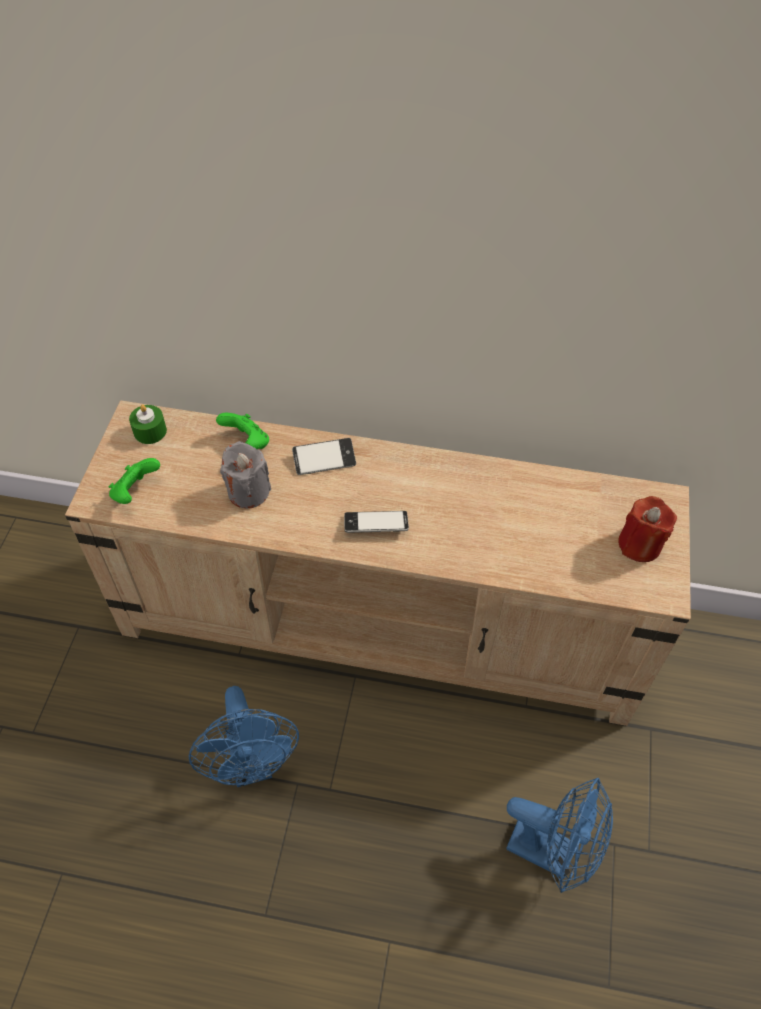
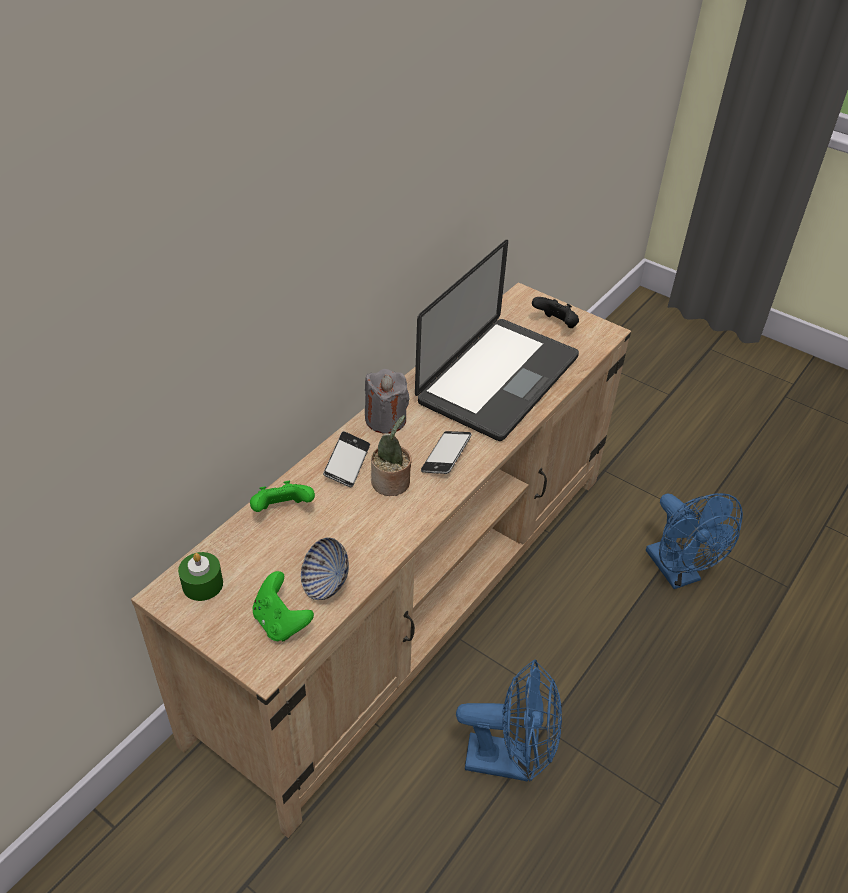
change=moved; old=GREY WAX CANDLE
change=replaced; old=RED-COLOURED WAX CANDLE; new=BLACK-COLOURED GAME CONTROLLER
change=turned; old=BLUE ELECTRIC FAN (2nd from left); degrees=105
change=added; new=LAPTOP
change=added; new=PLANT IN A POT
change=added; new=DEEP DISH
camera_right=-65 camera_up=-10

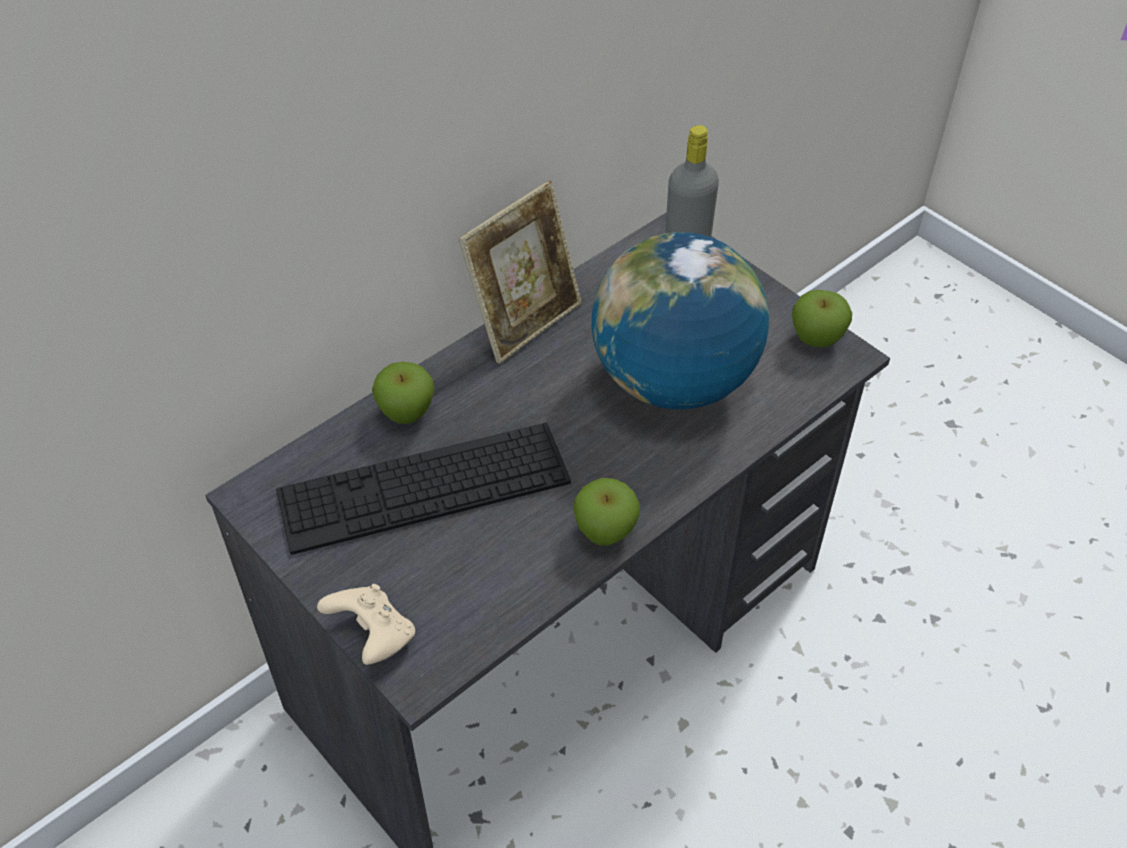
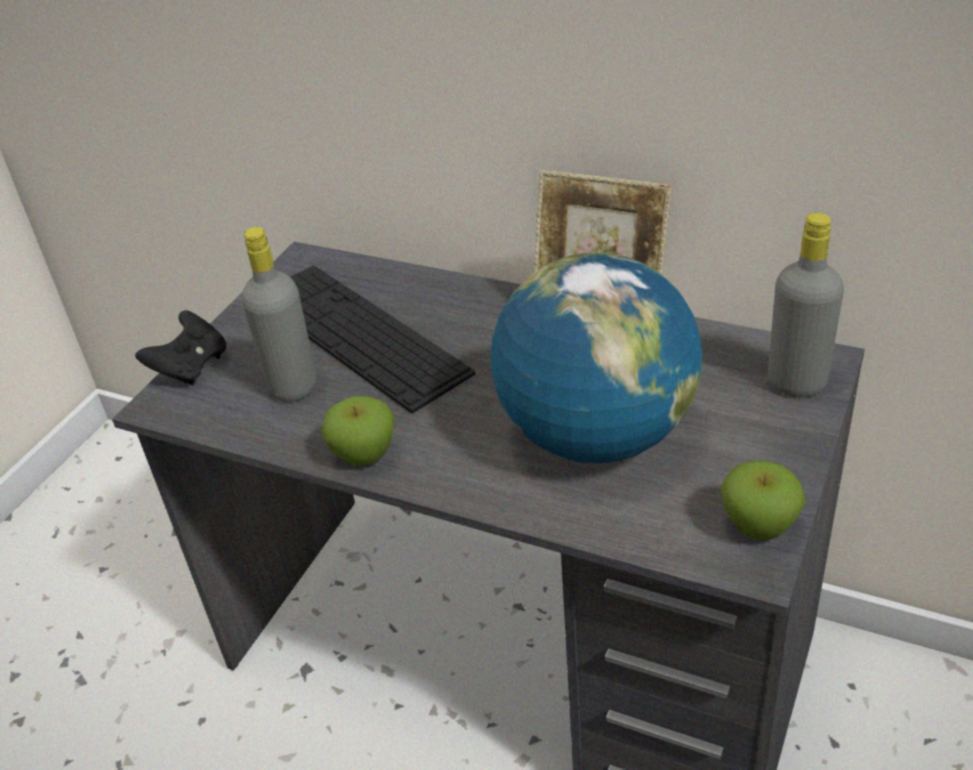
change=removed; old=WHOLE APPLE (1st from left)
change=recoloured; old=BEIGE-COLOURED GAME CONTROLLER; new=BLACK-COLOURED GAME CONTROLLER
change=added; new=GREY BEVERAGE BOTTLE (1st from left)
camera_right=70 camera_up=-10

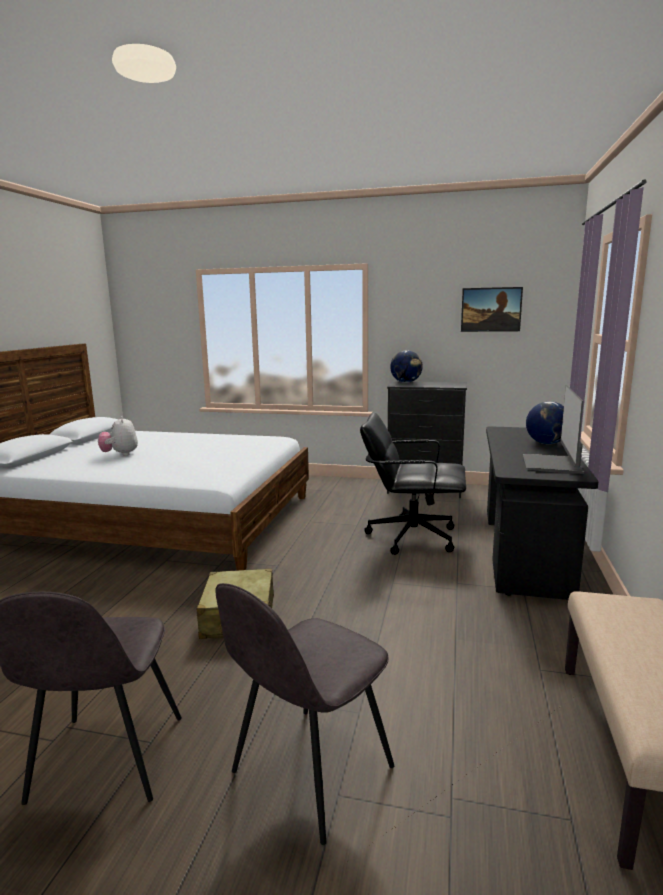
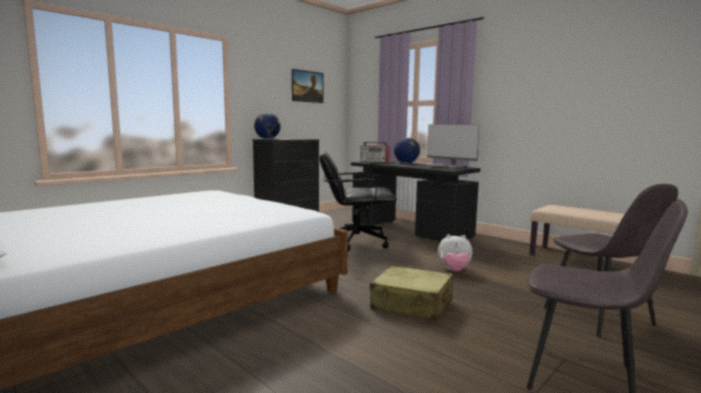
change=turned; old=BLACK-COLOURED COMPUTER CHAIR; degrees=45
change=moved; old=SOFT TOY
change=added; new=RADIO
camera_right=-60 camera_up=-5

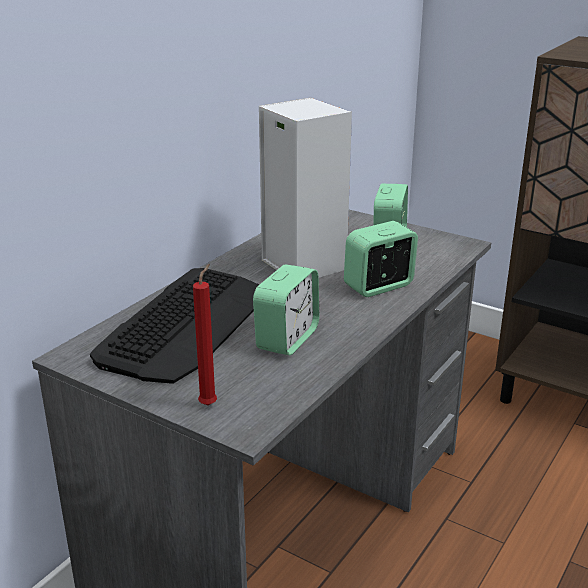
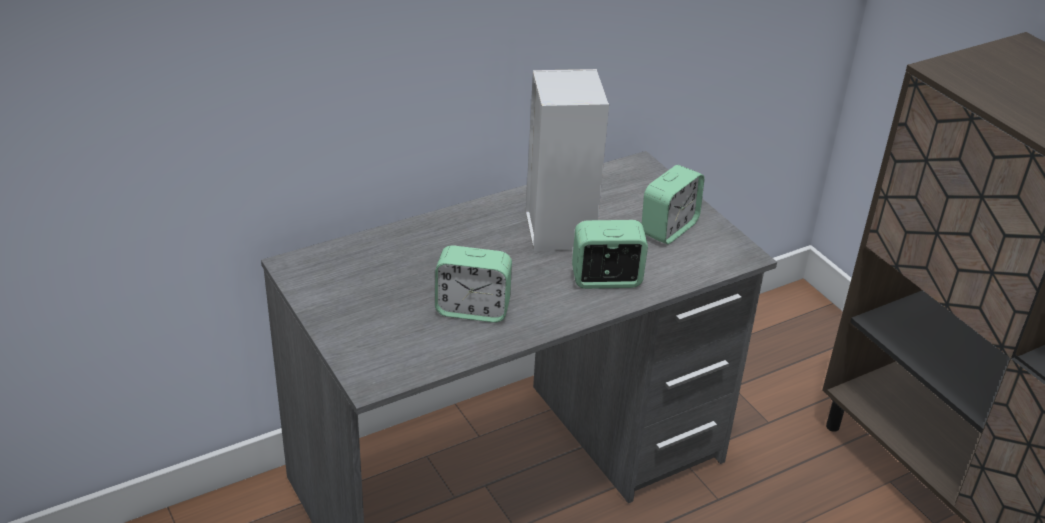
change=removed; old=RED-COLOURED WAX CANDLE
change=turned; old=TABLE CLOCK (1st from left); degrees=45
change=removed; old=PC KEYBOARD
camera_right=25 camera_up=10

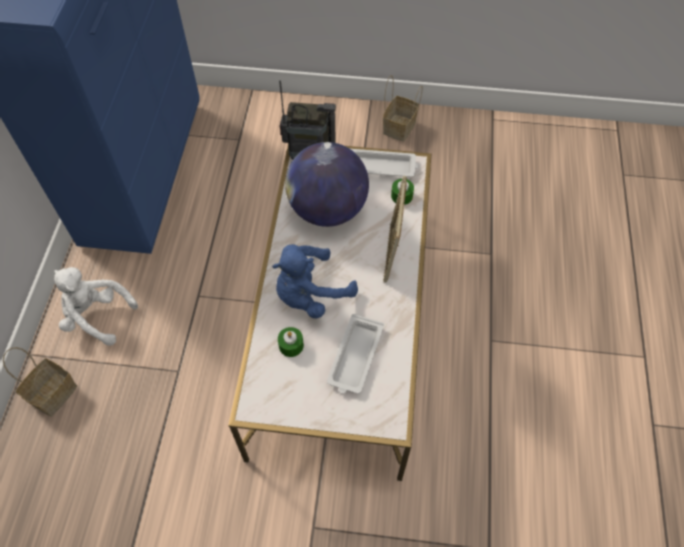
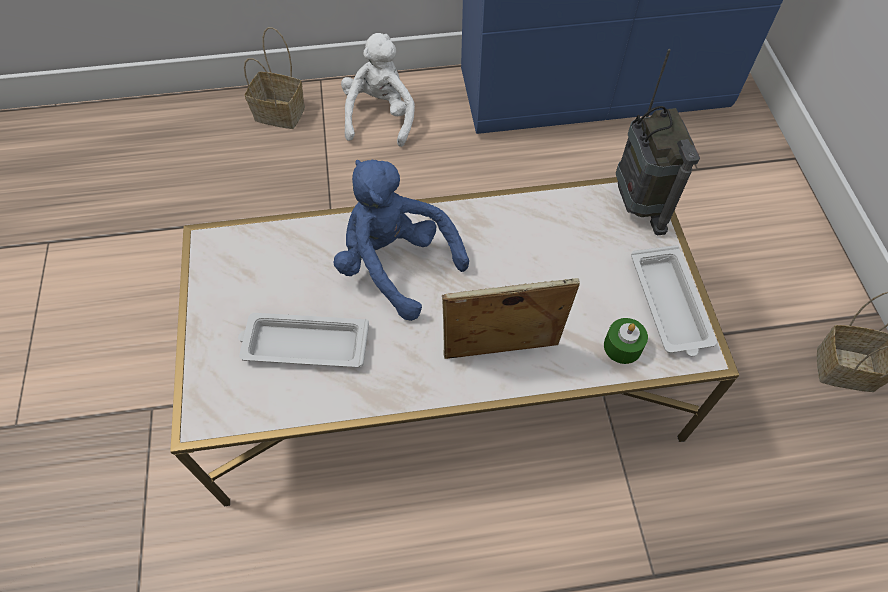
change=removed; old=WORLD GLOBE
change=removed; old=GREEN-COLOURED WAX CANDLE (1st from left)
camera_right=75 camera_up=0

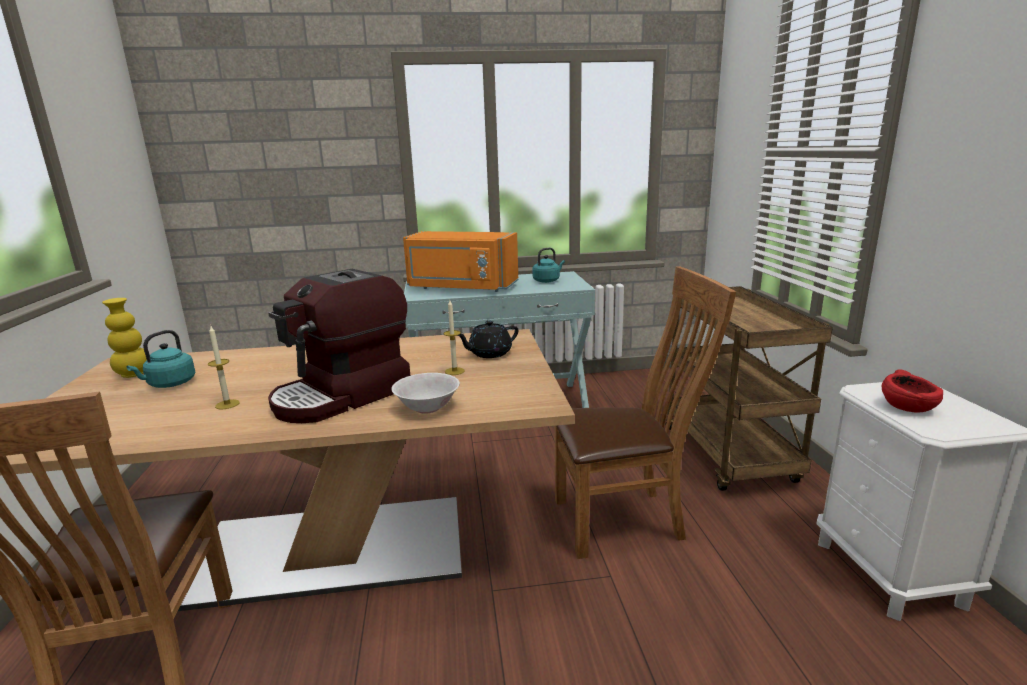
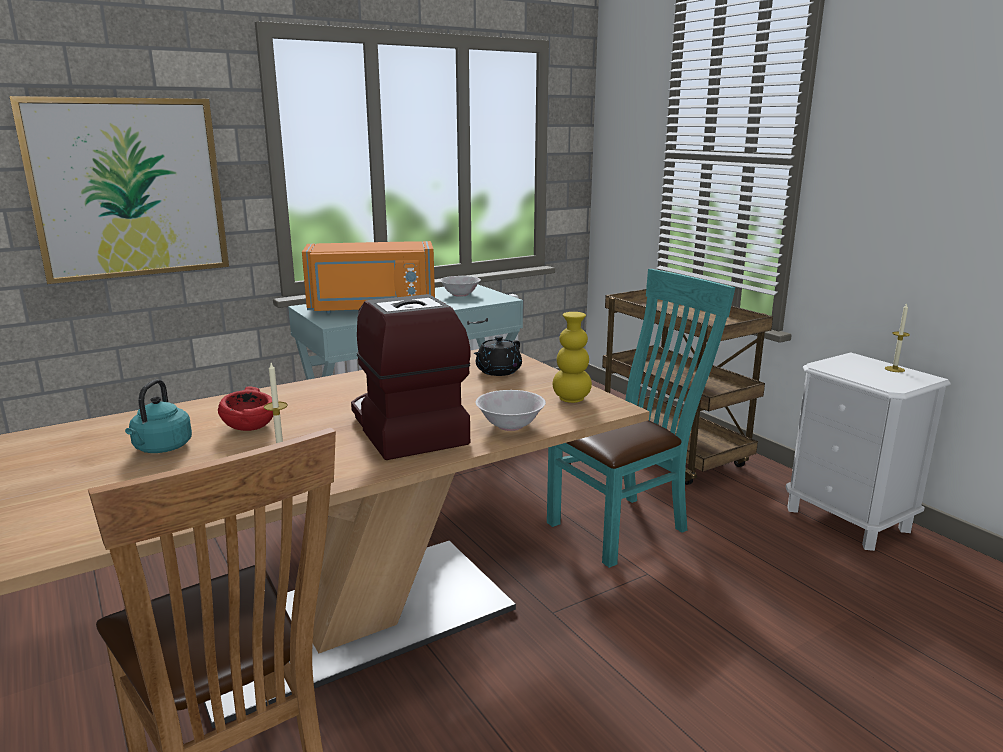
change=replaced; old=BLUE-GREEN TEA KETTLE (2nd from left); new=WHITE-COLOURED DEEP DISH (1st from left)
change=recoloured; old=BROWNISH CHAIR (2nd from left); new=BLUE-GREEN CHAIR
change=turned; old=COFFEE MAKER; degrees=135
change=moved; old=YELLOW-COLOURED DECORATIVE VASE
change=moved; old=WAX CANDLE (2nd from left)
change=moved; old=RED-COLOURED DEEP DISH
change=added; new=WALL PICTURE
camera_right=-25 camera_up=0

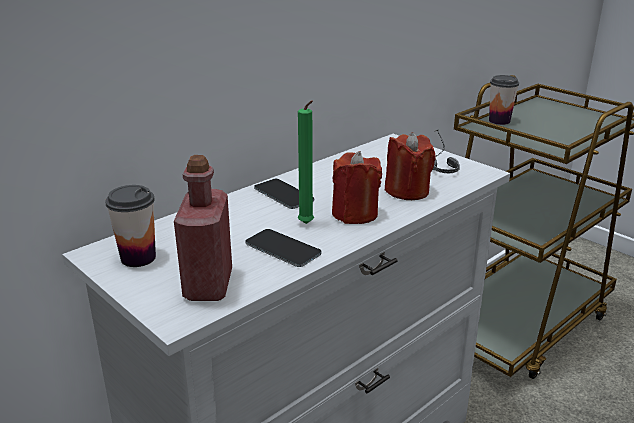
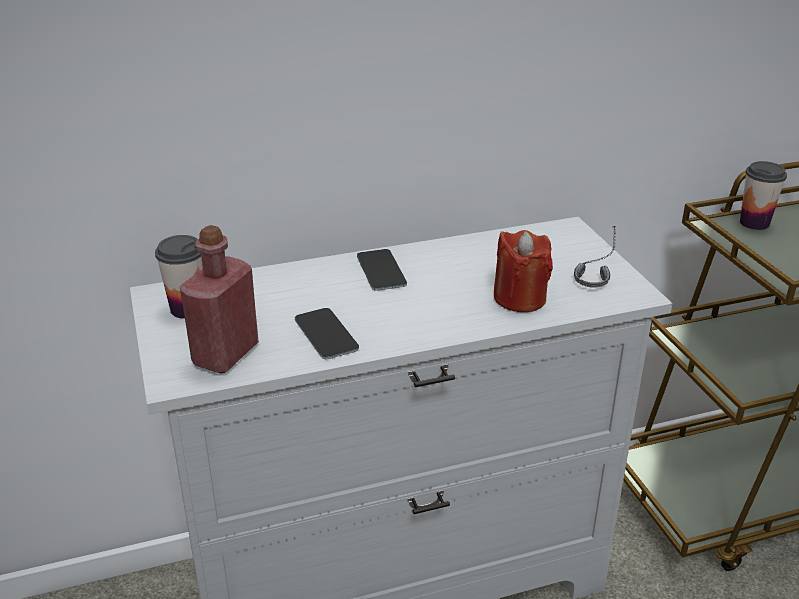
change=removed; old=GREEN-COLOURED WAX CANDLE
change=removed; old=RED-COLOURED WAX CANDLE (1st from left)
camera_right=25 camera_up=5

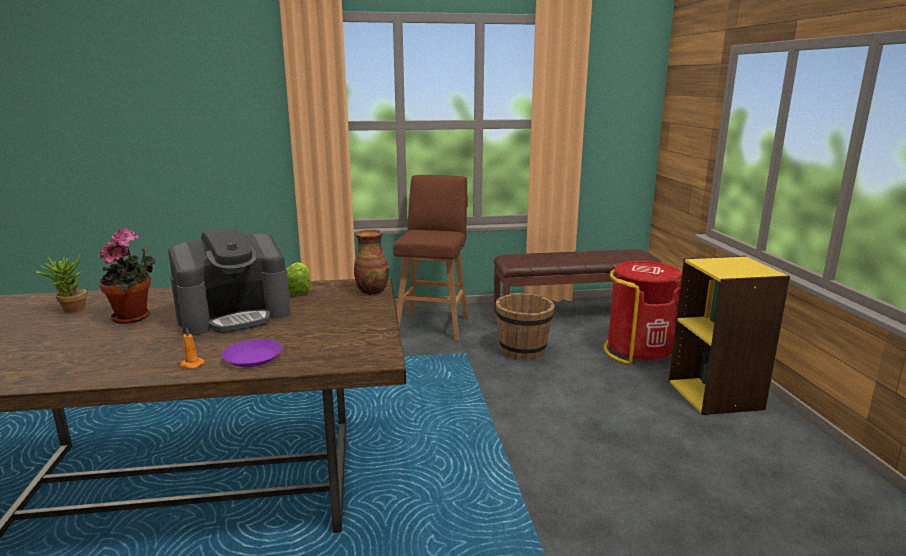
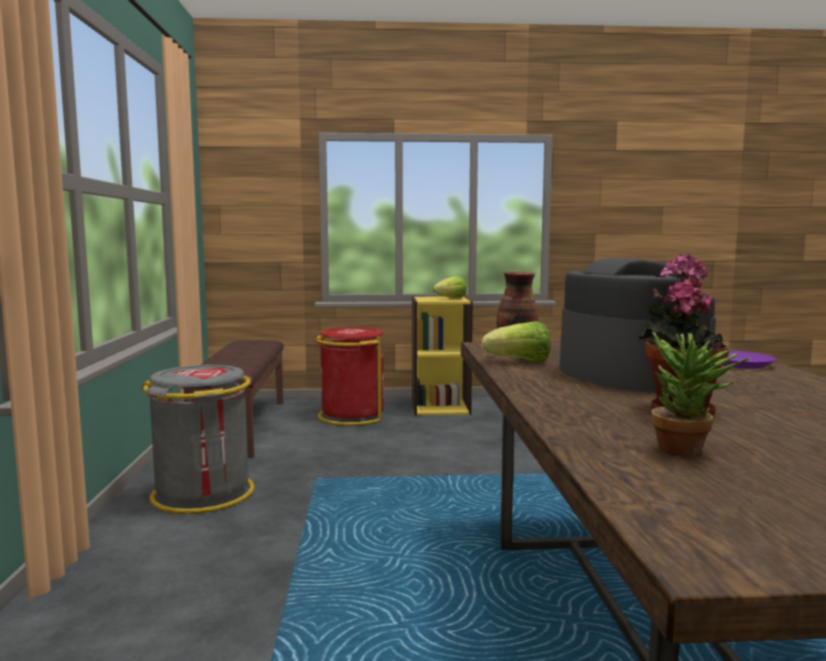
change=replaced; old=BROWNISH STOOL; new=GREY RUBBISH BIN
change=removed; old=BROWNISH WATER BUCKET
change=removed; old=ORANGE WAX CANDLE
change=added; new=LETTUCE (1st from left)
camera_right=-85 camera_up=-10

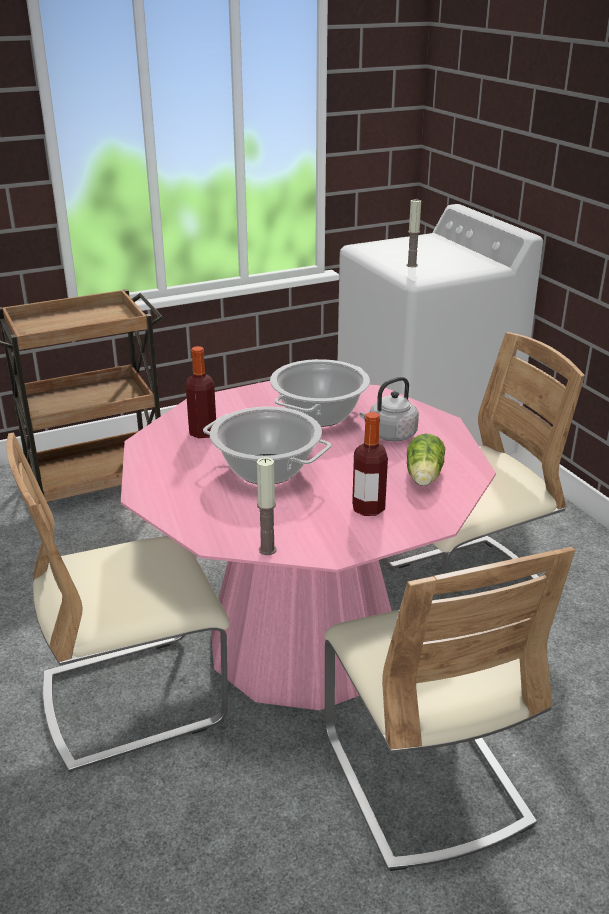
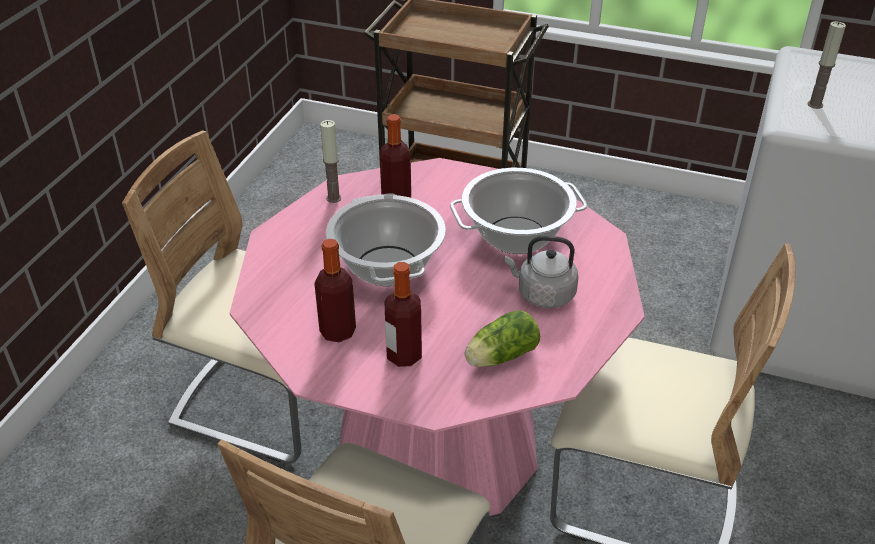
change=moved; old=WAX CANDLE (1st from left)
change=added; new=BEVERAGE BOTTLE (1st from left)
camera_right=45 camera_up=10

